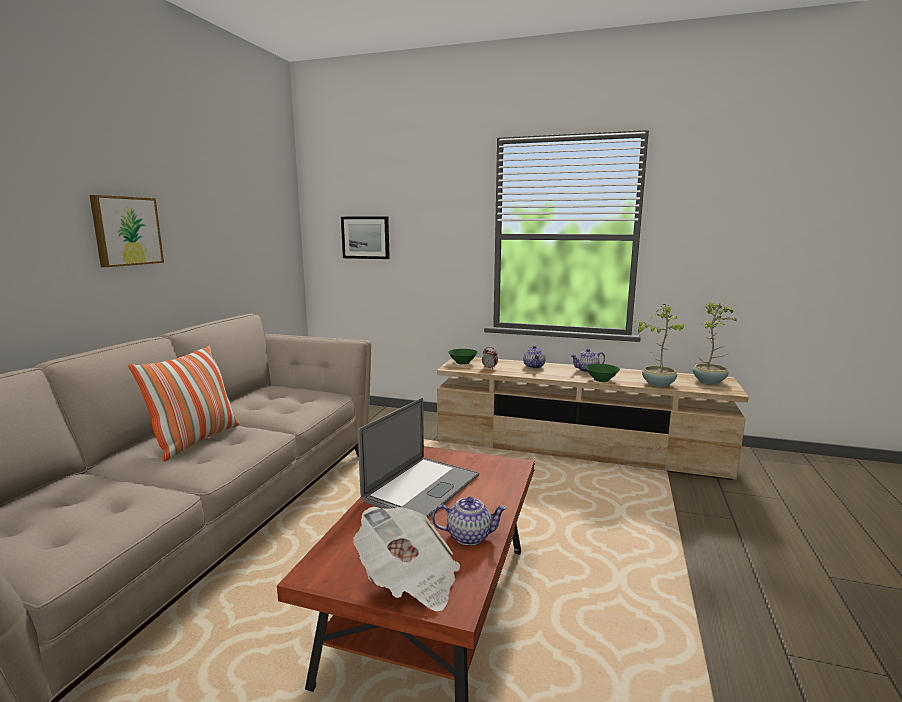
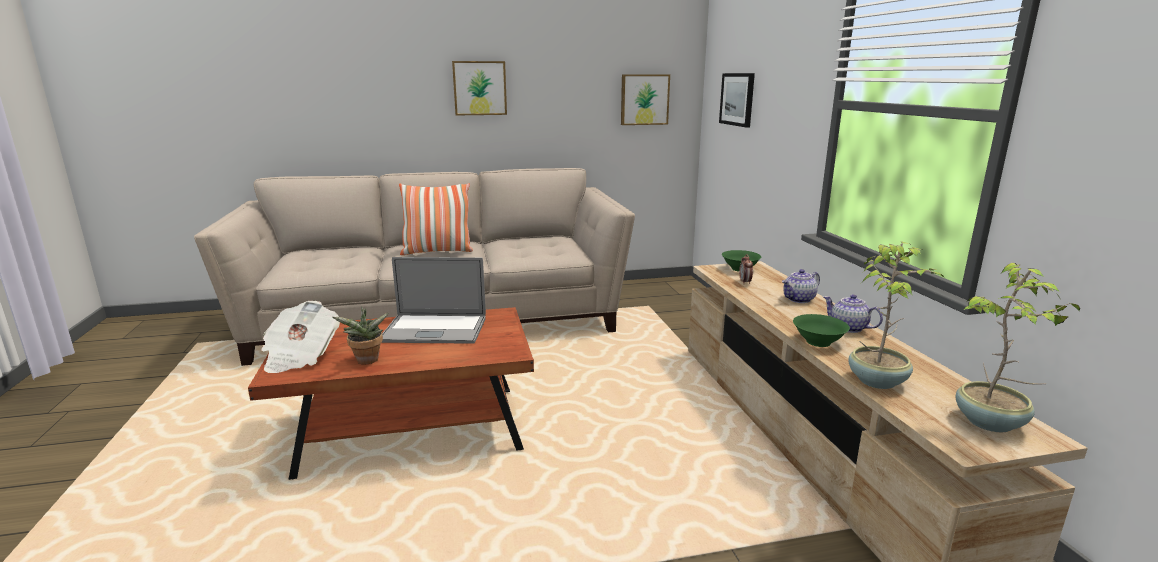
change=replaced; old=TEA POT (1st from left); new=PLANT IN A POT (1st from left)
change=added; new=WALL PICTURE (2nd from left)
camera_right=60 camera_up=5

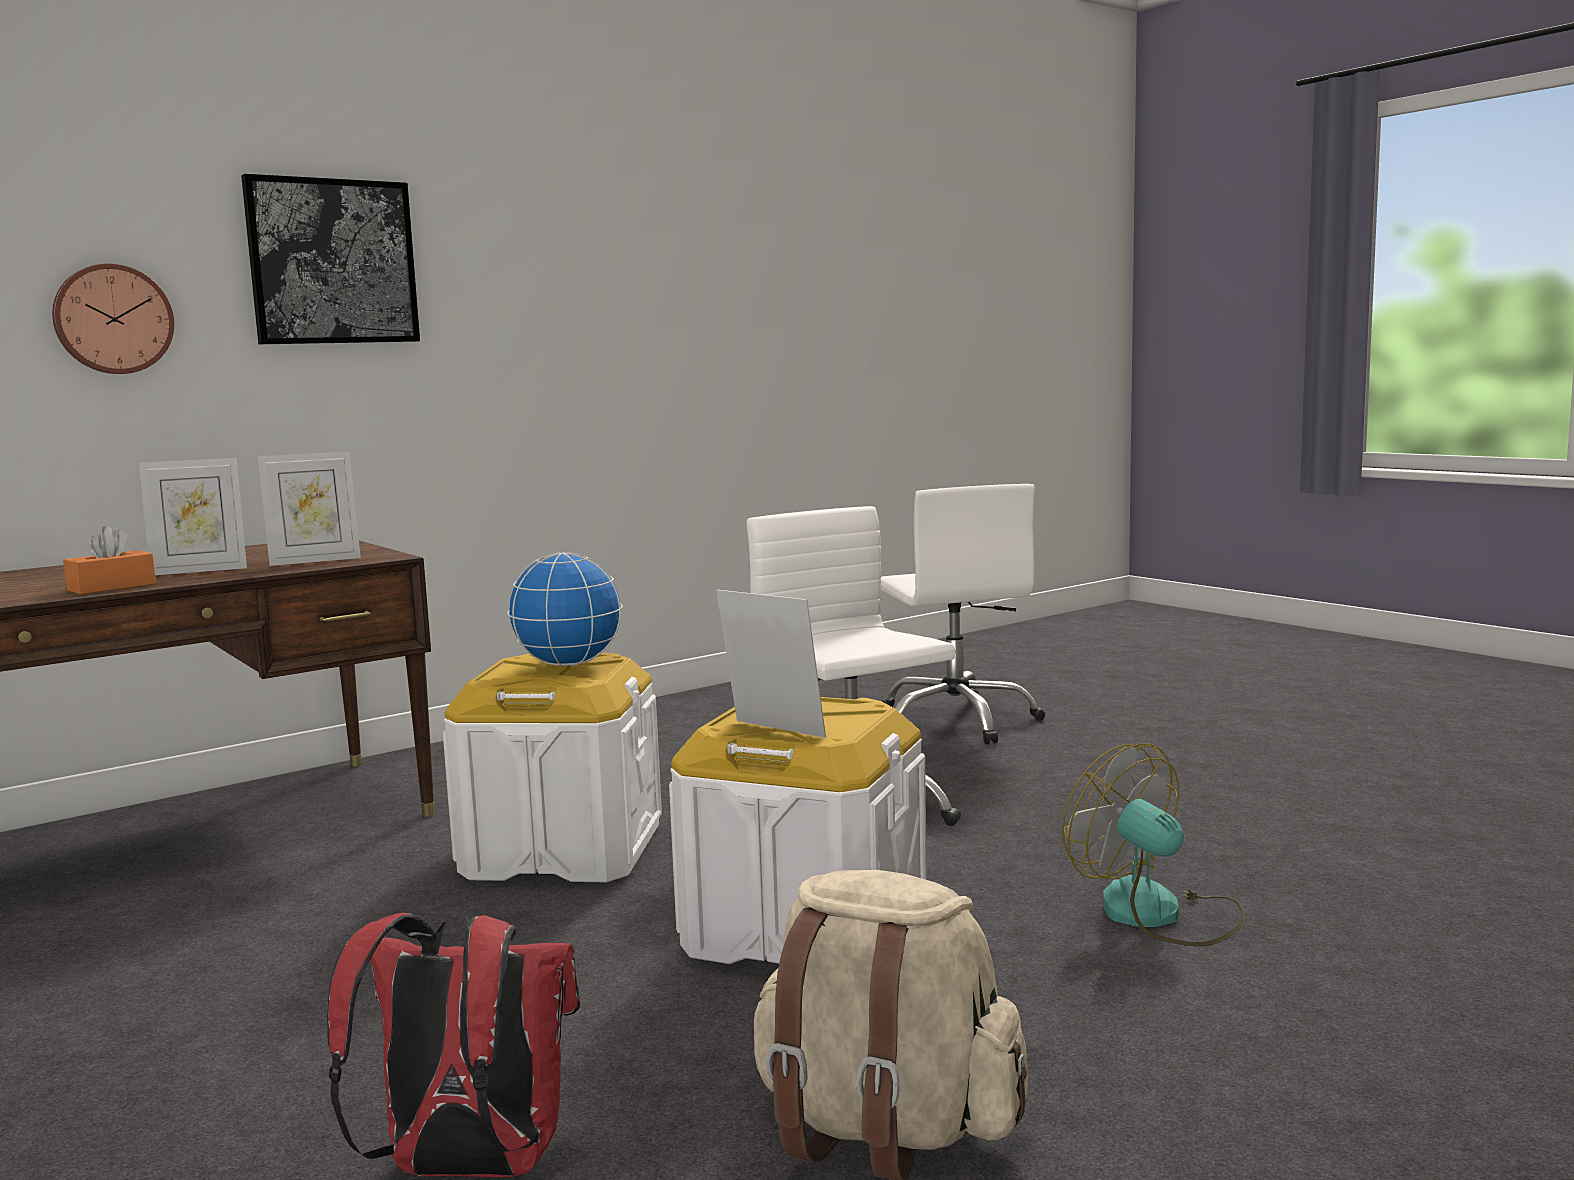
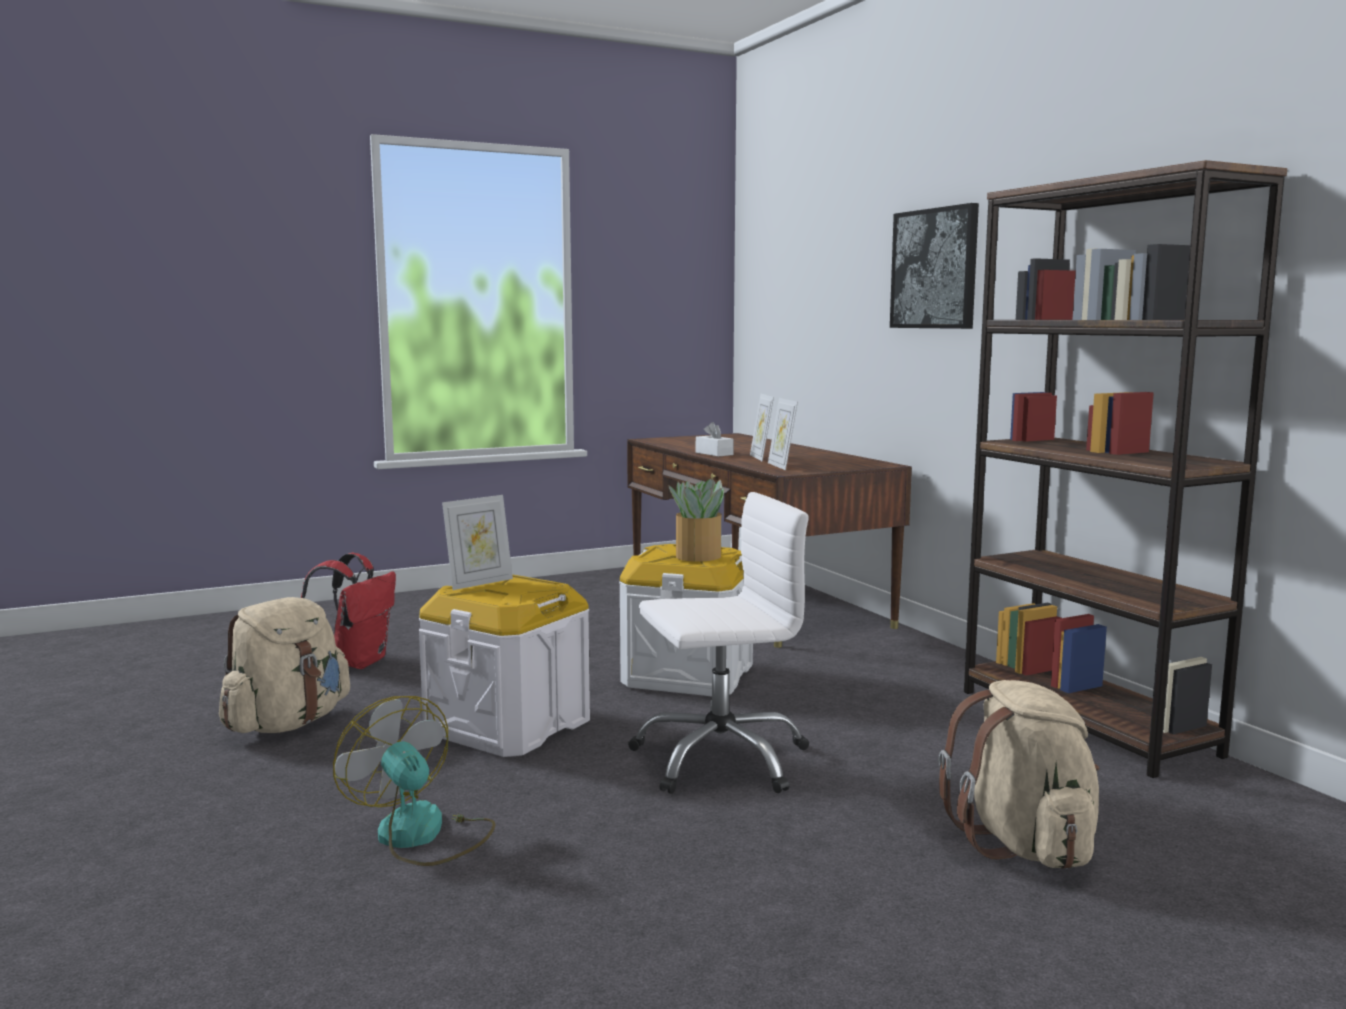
change=removed; old=CLOCK ON THE WALL
change=replaced; old=WHITE-COLOURED COMPUTER CHAIR (2nd from left); new=BEIGE-COLOURED RUCKSACK (2nd from left)
change=recoloured; old=ORANGE TISSUE HOLDER; new=WHITE-COLOURED TISSUE HOLDER
change=replaced; old=WORLD GLOBE; new=PLANT IN A POT
change=turned; old=ELECTRIC FAN; degrees=-105
change=added; new=BROWNISH SHELVING UNIT
camera_right=100 camera_up=0

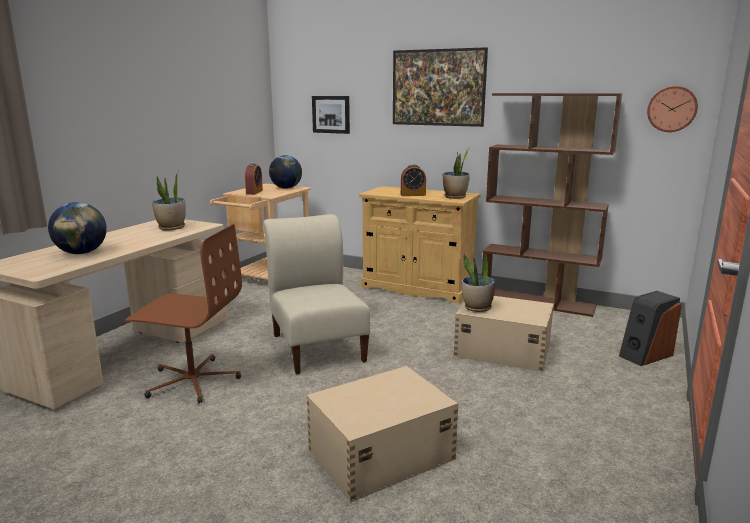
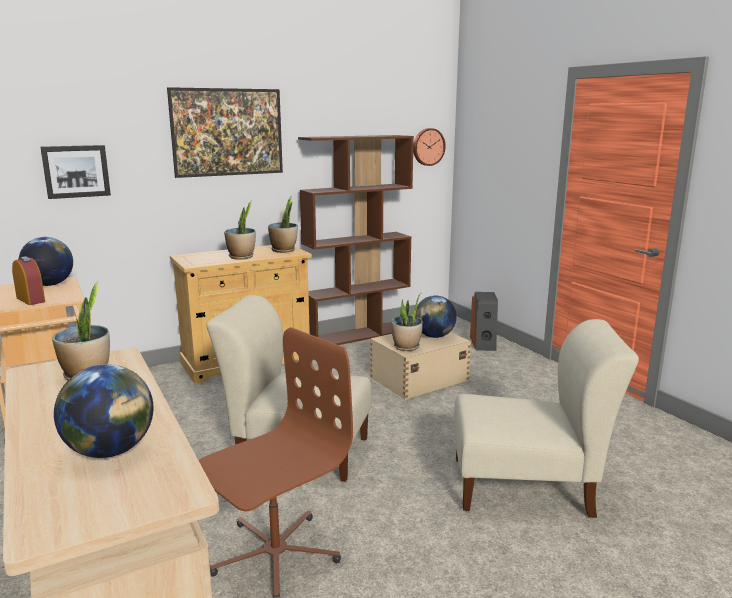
change=replaced; old=TABLE CLOCK (2nd from left); new=PLANT IN A POT (2nd from left)
change=replaced; old=BEIGE-COLOURED STORAGE CONTAINER (1st from left); new=BEIGE-COLOURED CHAIR (2nd from left)
change=added; new=WORLD GLOBE (3rd from left)
camera_right=-55 camera_up=0

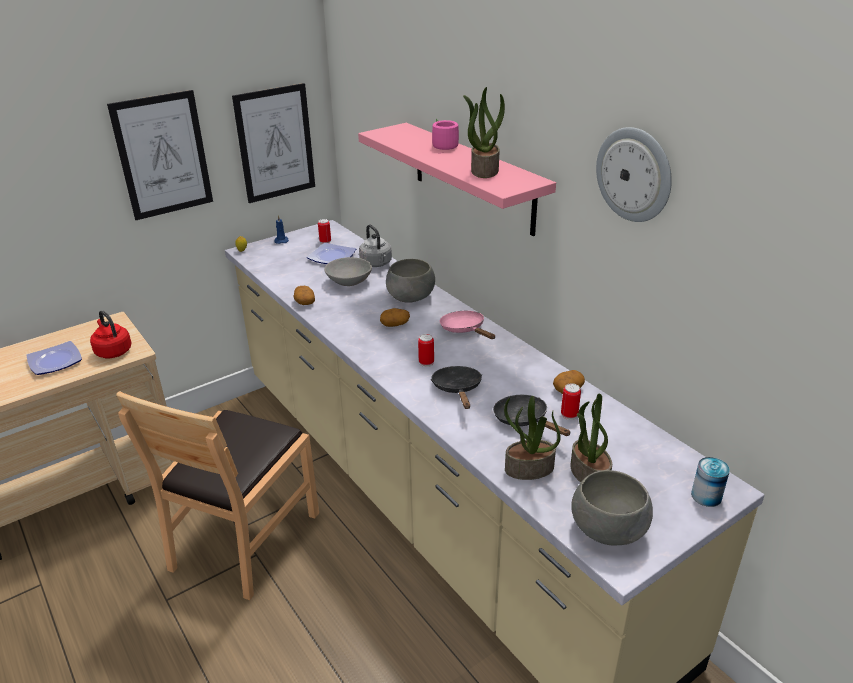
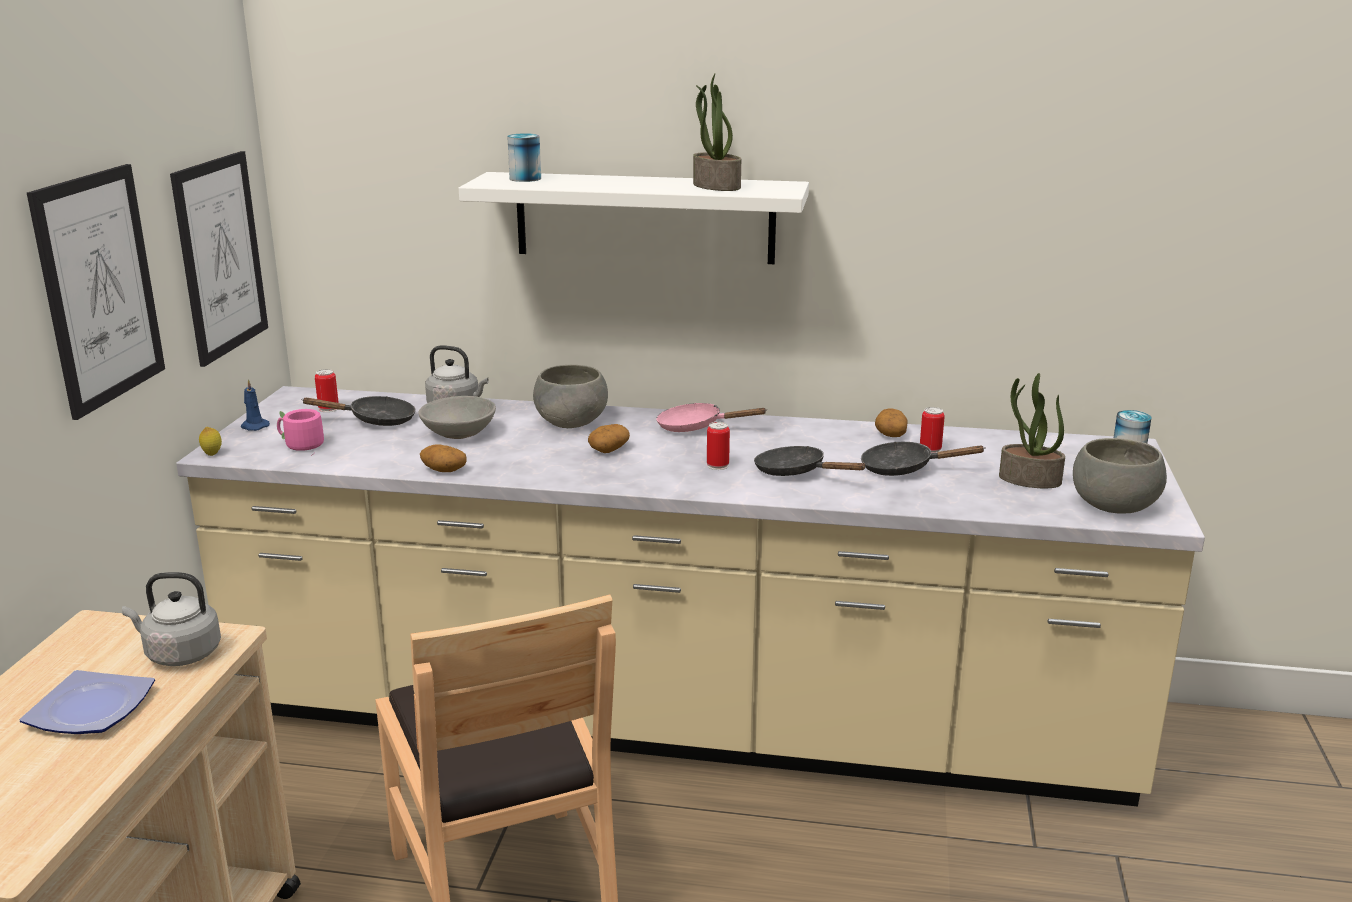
change=moved; old=PINK TEA MUG
change=recoloured; old=PINK SHELF; new=WHITE-COLOURED SHELF
change=removed; old=CLOCK ON THE WALL
change=replaced; old=FLAT DISH (2nd from left); new=BLACK-COLOURED FRYING PAN (1st from left)
change=recoloured; old=RED-COLOURED TEA KETTLE; new=GREY TEA KETTLE (1st from left)
change=removed; old=PLANT IN A POT (2nd from left)
change=added; new=SEALED CAN (2nd from left)
camera_right=-45 camera_up=-10

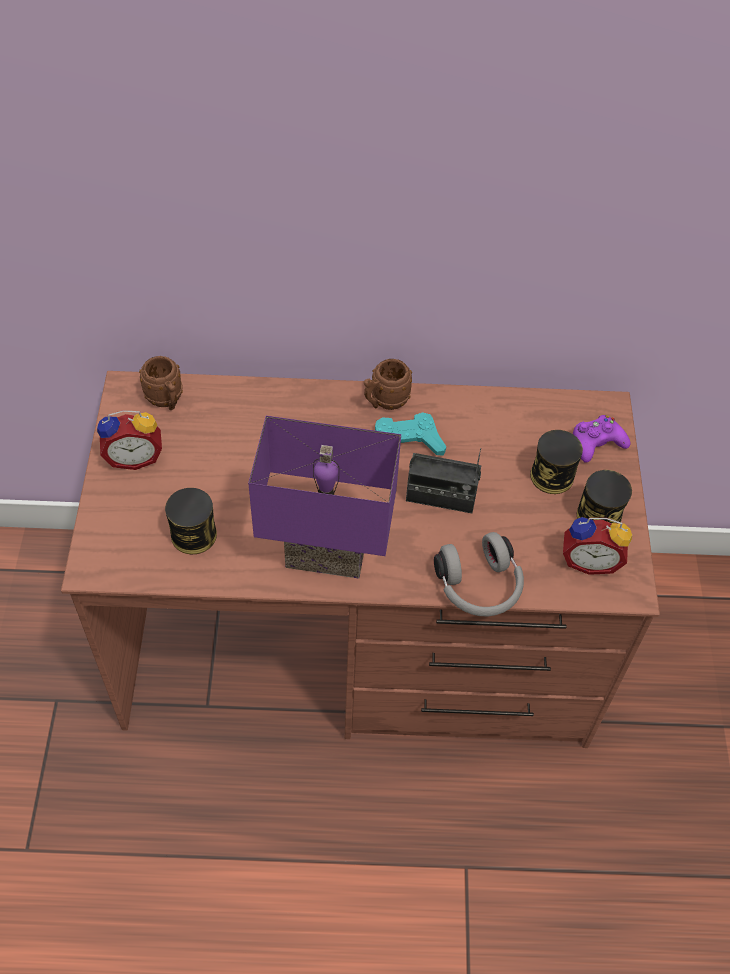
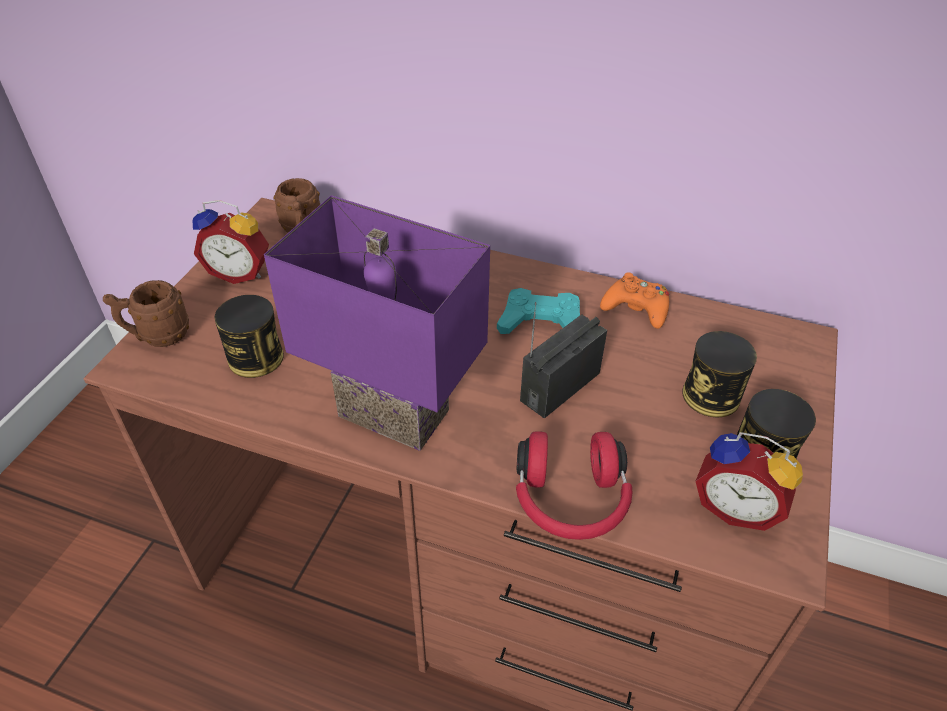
change=moved; old=BROWNISH TEA MUG (2nd from left in the first image); new=BROWNISH TEA MUG (1st from left)
change=removed; old=PURPLE-COLOURED GAME CONTROLLER
change=turned; old=RADIO; degrees=105
change=recoloured; old=GREY PAIR OF HEADPHONES; new=RED-COLOURED PAIR OF HEADPHONES
change=added; new=ORANGE GAME CONTROLLER
camera_right=20 camera_up=-10

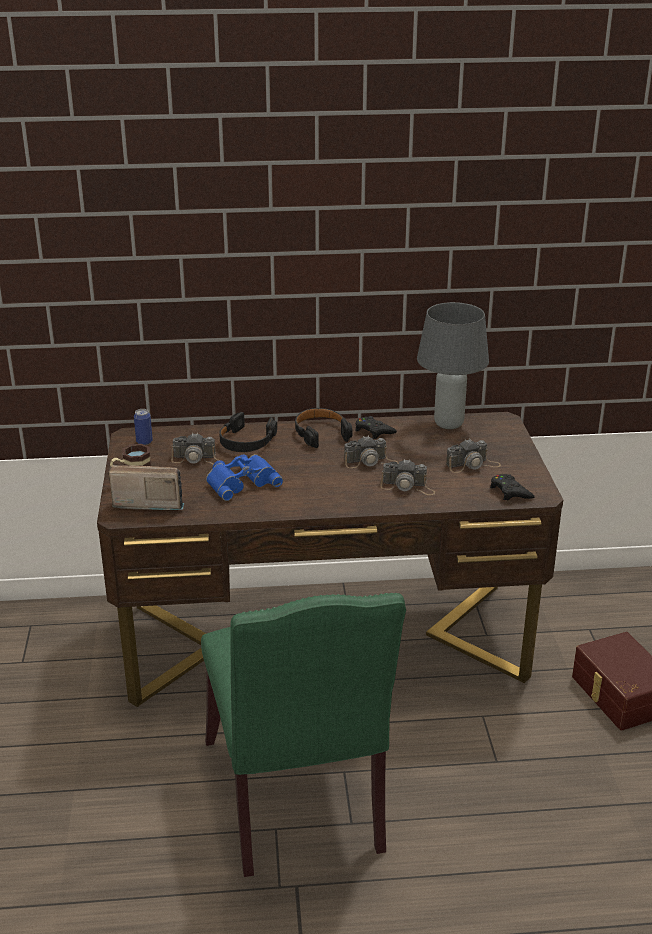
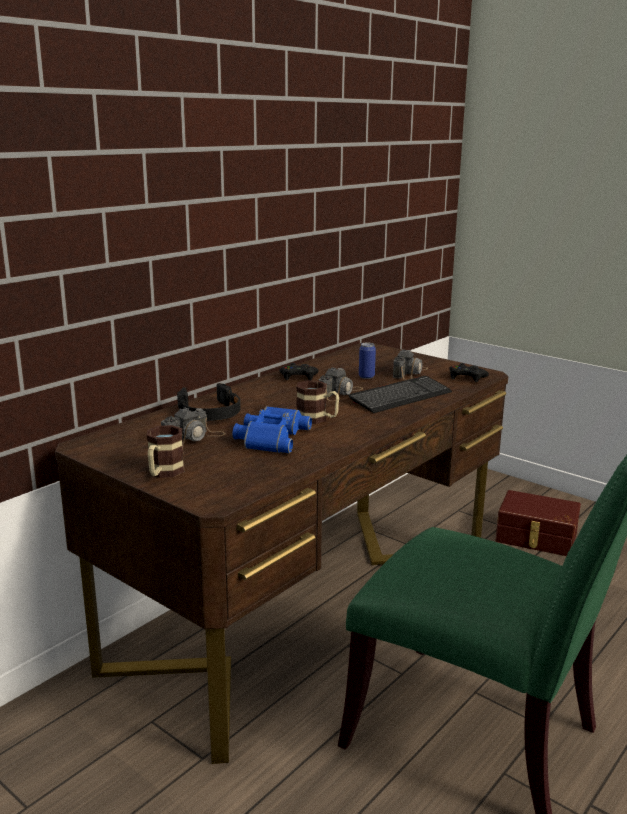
change=removed; old=GREY TABLETOP LAMP
change=removed; old=BLACK-COLOURED PAIR OF HEADPHONES (2nd from left)
change=moved; old=SEALED CAN
change=replaced; old=PHOTO CAMERA (3rd from left); new=PC KEYBOARD
change=removed; old=RADIO
change=added; new=TEA MUG (2nd from left)
camera_right=-45 camera_up=-10

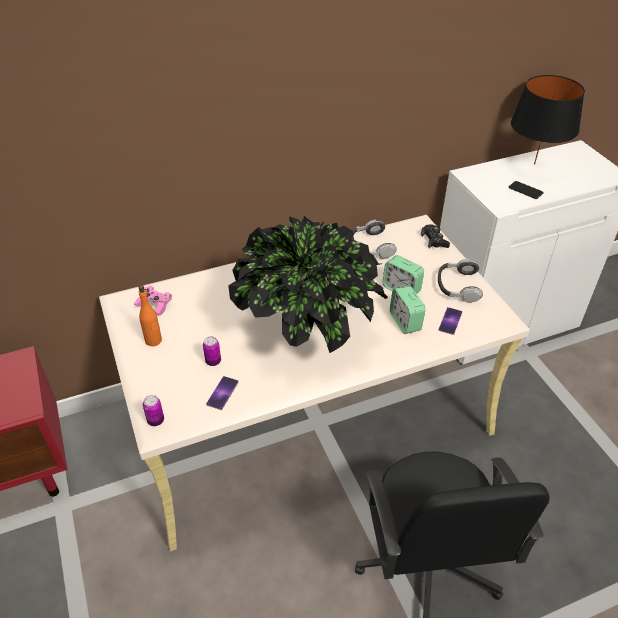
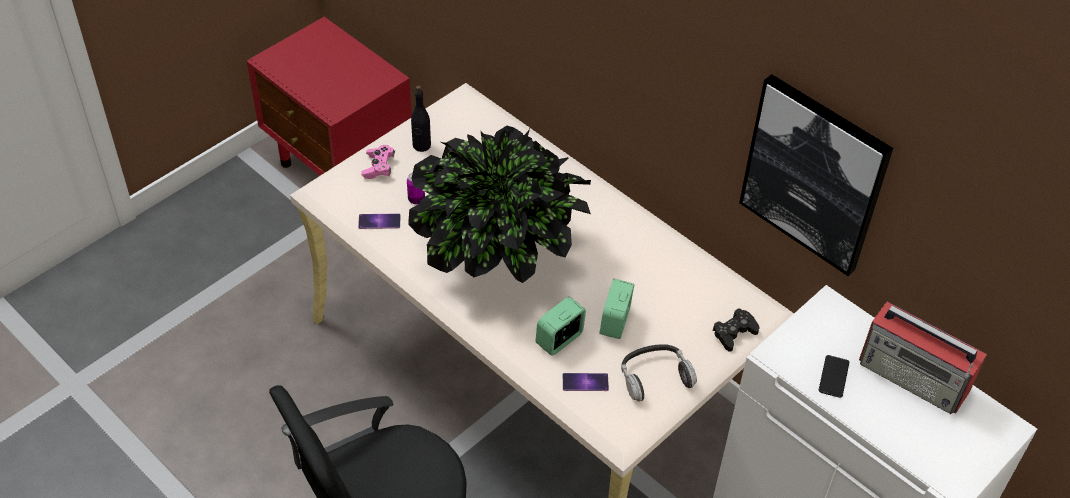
change=replaced; old=BLACK-COLOURED TABLETOP LAMP; new=RADIO
change=removed; old=PAIR OF HEADPHONES (1st from left)
change=recoloured; old=ORANGE BEVERAGE BOTTLE; new=BLACK-COLOURED BEVERAGE BOTTLE
change=moved; old=PINK GAME CONTROLLER
change=removed; old=SEALED CAN (1st from left)
change=added; new=WALL PICTURE
camera_right=65 camera_up=5

